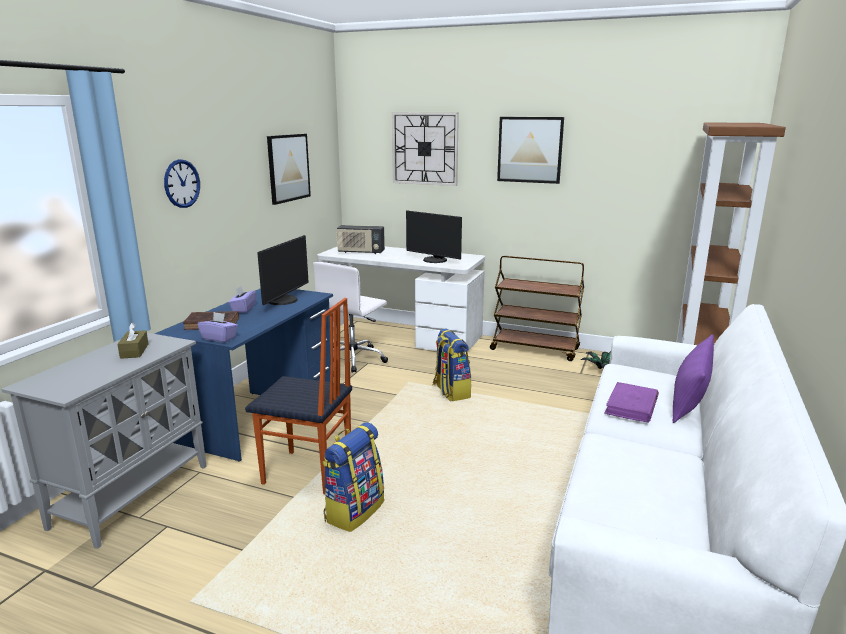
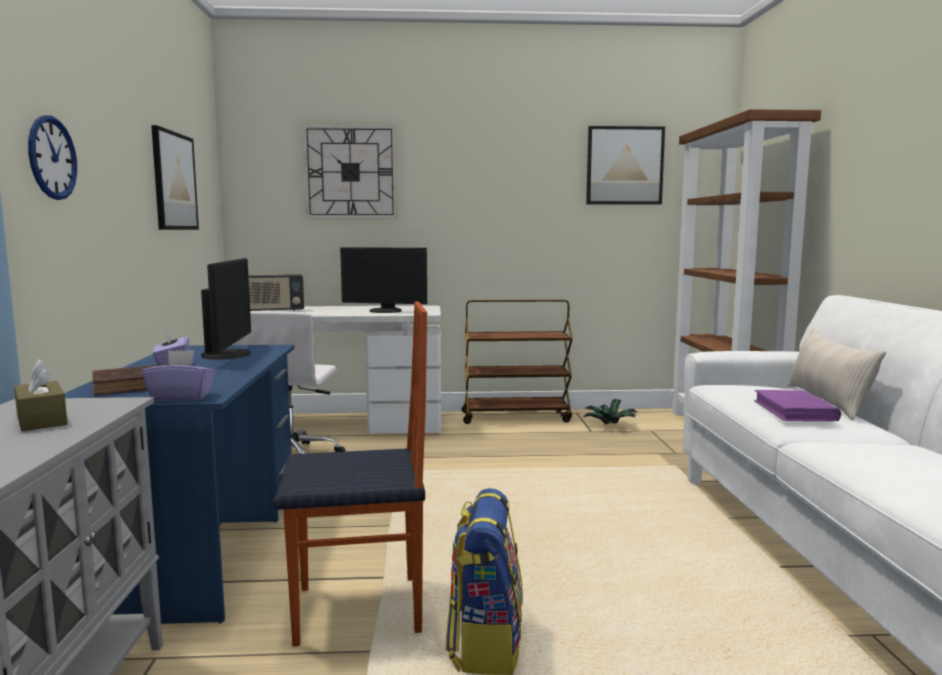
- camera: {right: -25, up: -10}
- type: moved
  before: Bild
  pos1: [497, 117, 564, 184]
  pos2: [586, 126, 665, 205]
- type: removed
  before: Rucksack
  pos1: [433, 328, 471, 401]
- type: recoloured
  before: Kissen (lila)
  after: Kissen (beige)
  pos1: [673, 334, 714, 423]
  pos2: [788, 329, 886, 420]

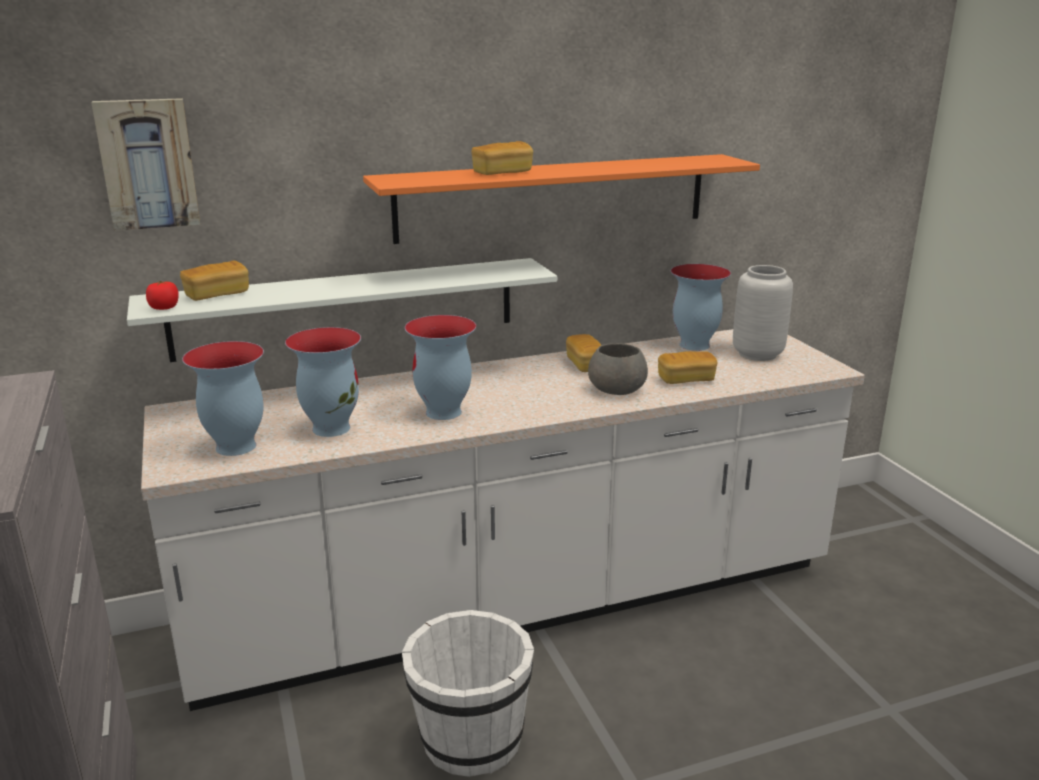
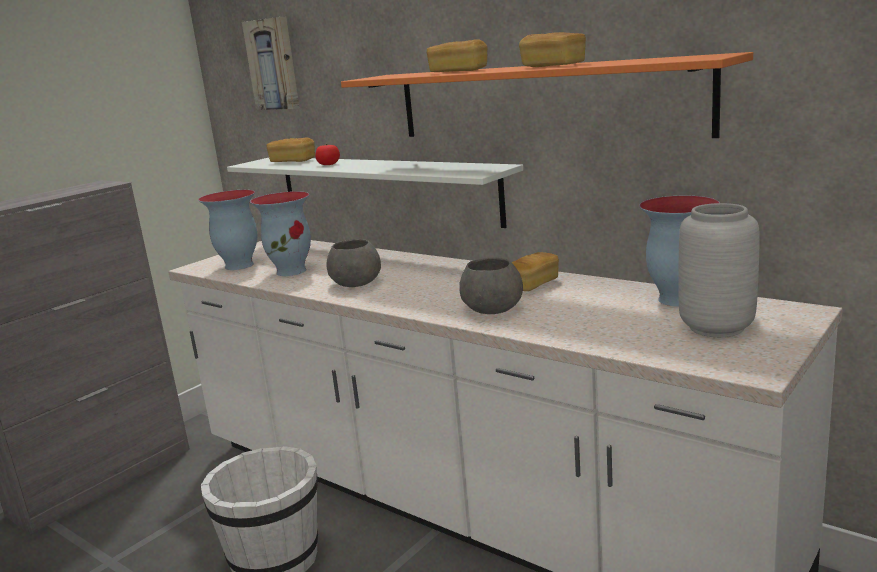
- camera: {right: 60, up: -5}
- type: moved
  before: Tomate
  pos1: [146, 281, 179, 310]
  pos2: [315, 144, 340, 165]
- type: replaced
  before: Vase
  after: Schüssel (grau)
  pos1: [405, 315, 476, 420]
  pos2: [326, 239, 381, 287]
- type: moved
  before: Brot
  pos1: [658, 351, 717, 384]
  pos2: [519, 32, 586, 67]

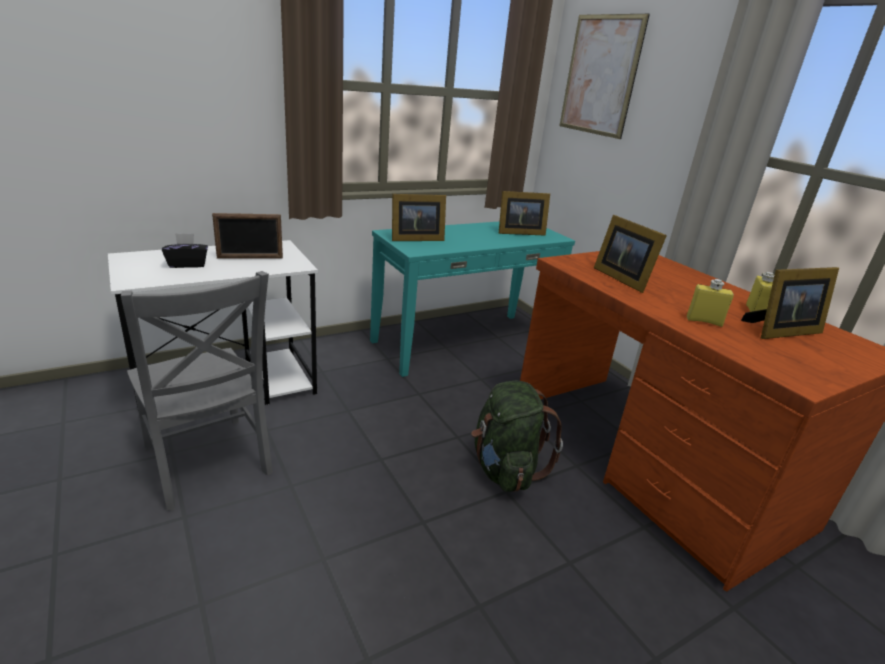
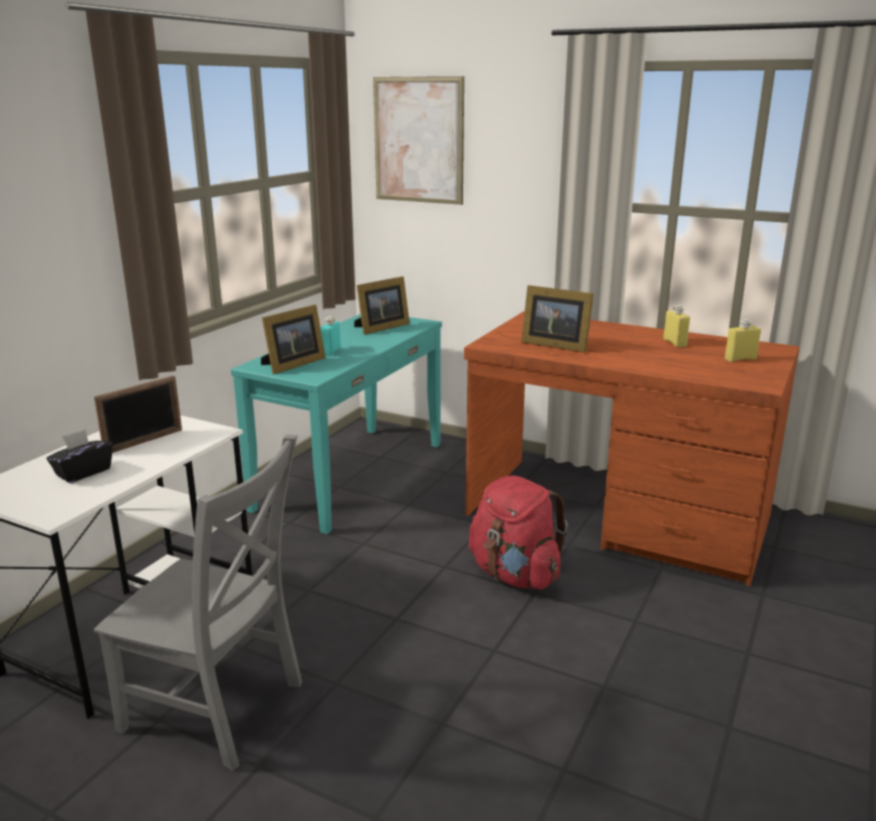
- camera: {right: -30, up: -5}
- type: removed
  before: Bilderrahmen
  pos1: [741, 267, 839, 339]
- type: moved
  before: Flasche (gelb)
  pos1: [687, 279, 734, 327]
  pos2: [725, 319, 761, 362]
- type: recoloured
  before: Rucksack (grün)
  after: Rucksack (rot)
  pos1: [471, 380, 563, 492]
  pos2: [469, 475, 568, 590]
- type: added
  after: Flasche (türkis)
  pos2: [320, 317, 341, 356]

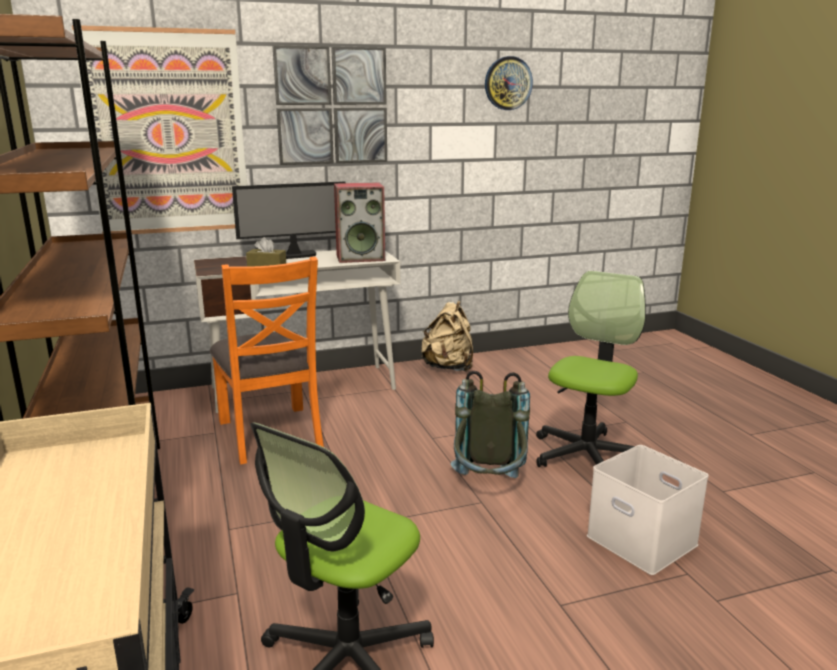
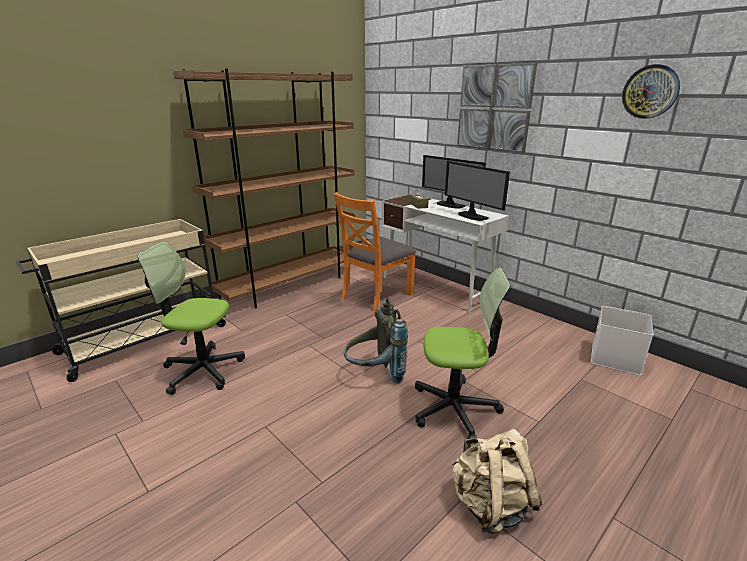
- camera: {right: 65, up: 5}
- type: removed
  before: Bild
  pos1: [72, 25, 247, 234]
- type: replaced
  before: Lautsprecher
  after: Monitor
  pos1: [334, 182, 385, 263]
  pos2: [445, 161, 510, 221]
- type: moved
  before: Rucksack (beige)
  pos1: [421, 300, 473, 372]
  pos2: [452, 429, 542, 534]
- type: moved
  before: Aufbewahrungsbox (weiß)
  pos1: [587, 445, 709, 575]
  pos2: [591, 306, 654, 375]

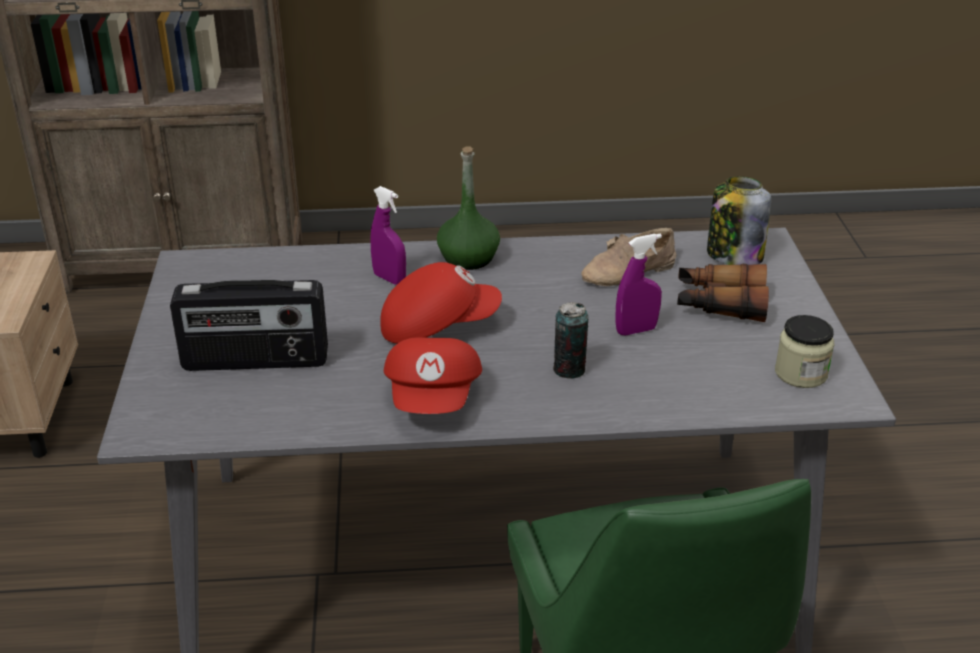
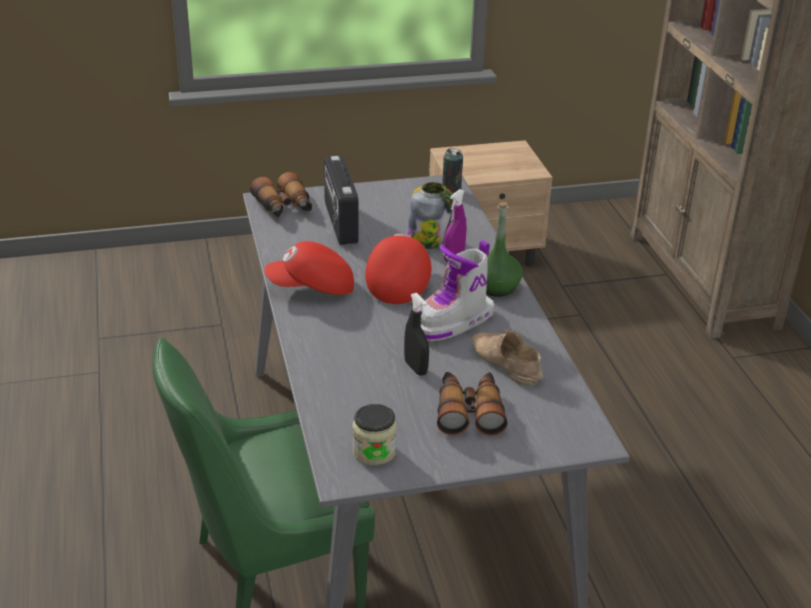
- camera: {right: 80, up: 0}
- type: moved
  before: Vorratsglas
  pos1: [707, 176, 771, 265]
  pos2: [406, 182, 453, 249]
- type: recoloured
  before: Sprühflasche (lila)
  after: Sprühflasche (schwarz)
  pos1: [615, 233, 662, 335]
  pos2: [404, 293, 429, 376]
- type: turned
  before: Kappe (rot)
  pos1: [380, 262, 502, 344]
  pos2: [365, 234, 431, 304]
  turn: -150
- type: moved
  before: Dose
  pos1: [553, 302, 589, 379]
  pos2: [442, 148, 463, 193]
- type: added
  after: Fernglas
  pos2: [250, 172, 312, 217]
- type: added
  after: Stiefel
  pos2: [420, 240, 494, 341]

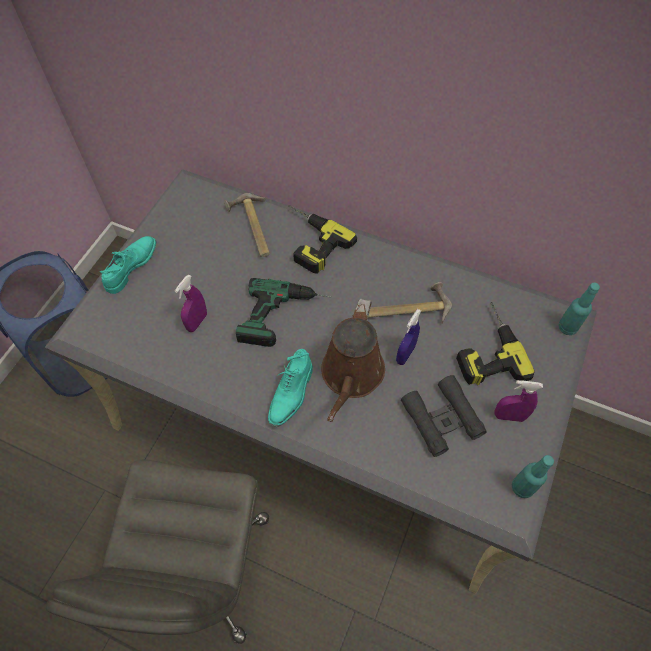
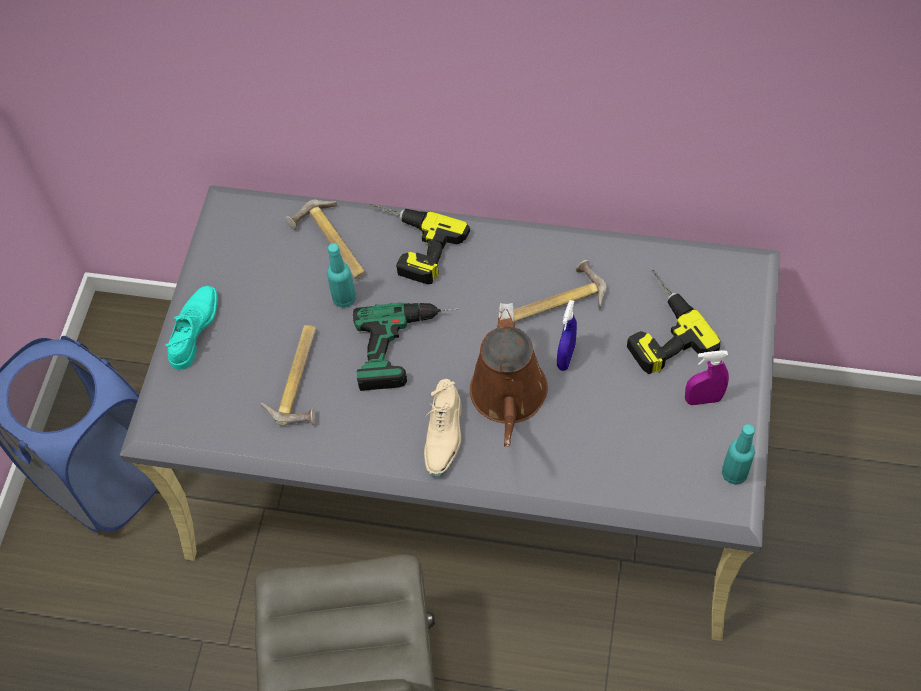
- camera: {right: -10, up: 0}
- type: replaced
  before: Sprühflasche (lila)
  after: Hammer
  pos1: [175, 275, 207, 332]
  pos2: [261, 325, 316, 425]
- type: moved
  before: Flasche (türkis)
  pos1: [558, 282, 600, 335]
  pos2: [327, 243, 356, 308]
- type: recoloured
  before: Schuh (türkis)
  after: Schuh (beige)
  pos1: [268, 349, 313, 427]
  pos2: [424, 379, 462, 476]
- type: removed
  before: Fernglas (schwarz)
  pos1: [401, 375, 487, 457]

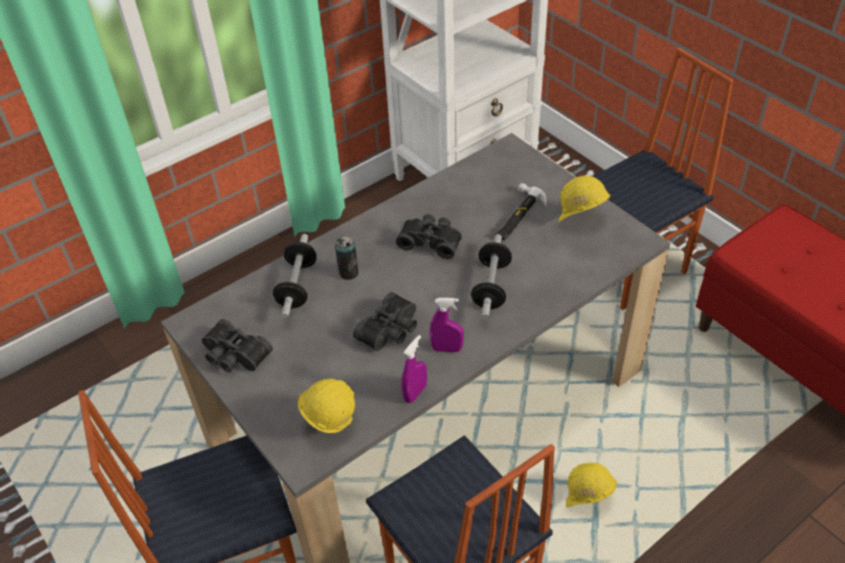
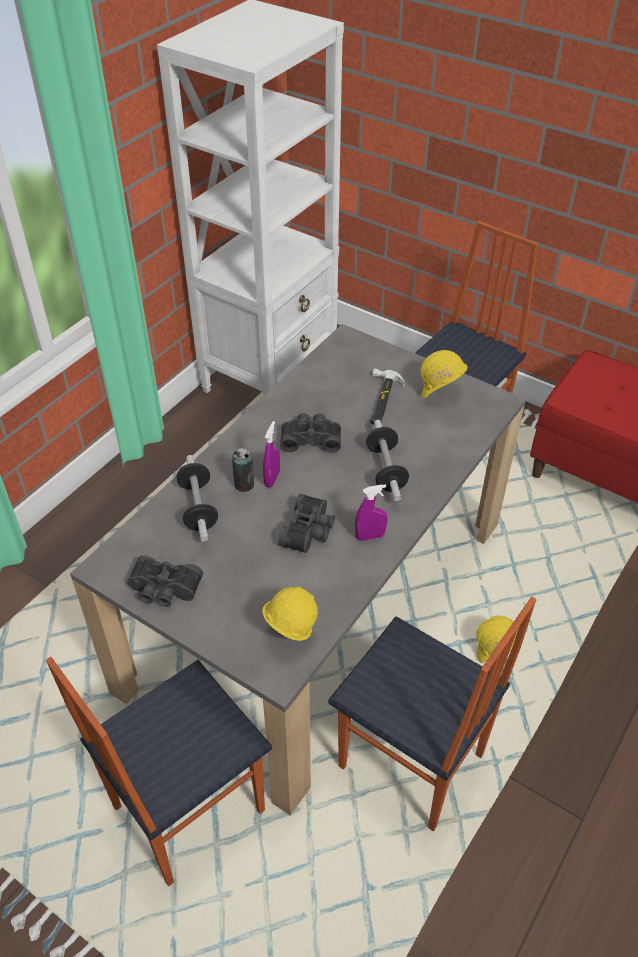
- camera: {right: -20, up: 0}
- type: moved
  before: Sprühflasche (lila)
  pos1: [401, 335, 427, 403]
  pos2: [263, 421, 280, 487]

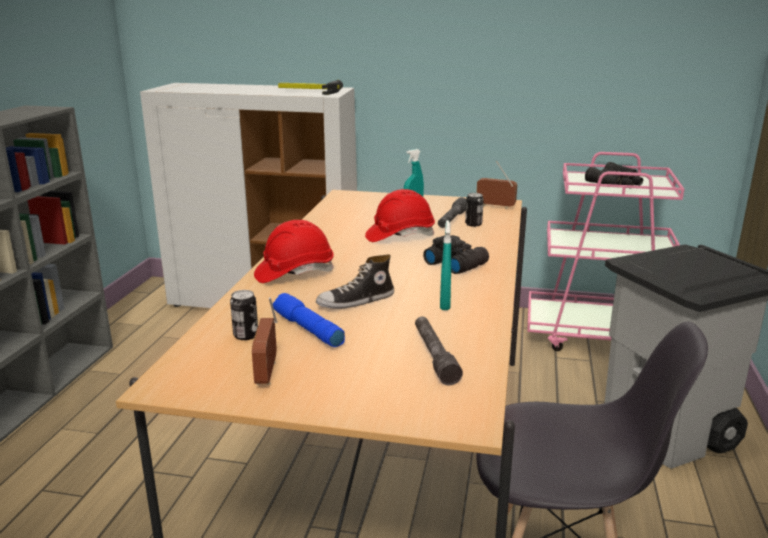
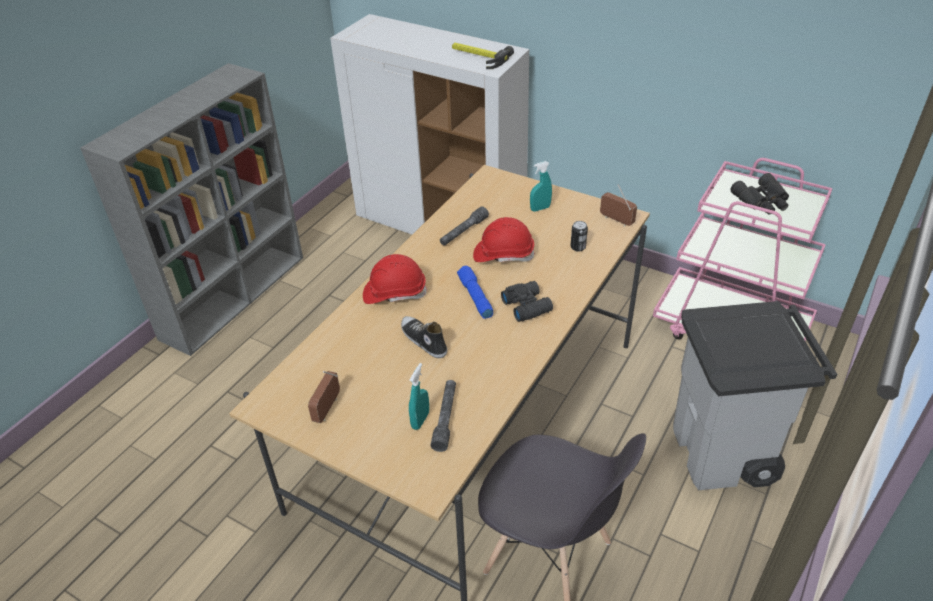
- camera: {right: 20, up: 20}
- type: moved
  before: Taschenlampe (grau)
  pos1: [438, 197, 466, 228]
  pos2: [440, 206, 489, 246]
- type: moved
  before: Sprühflasche (türkis)
  pos1: [440, 220, 451, 310]
  pos2: [409, 363, 429, 430]
- type: turned
  before: Schuh
  pos1: [316, 254, 394, 309]
  pos2: [401, 316, 447, 358]
  turn: 60
- type: removed
  before: Dose
  pos1: [230, 290, 258, 340]
- type: moved
  before: Taschenlampe (blau)
  pos1: [273, 293, 345, 347]
  pos2: [457, 266, 493, 319]

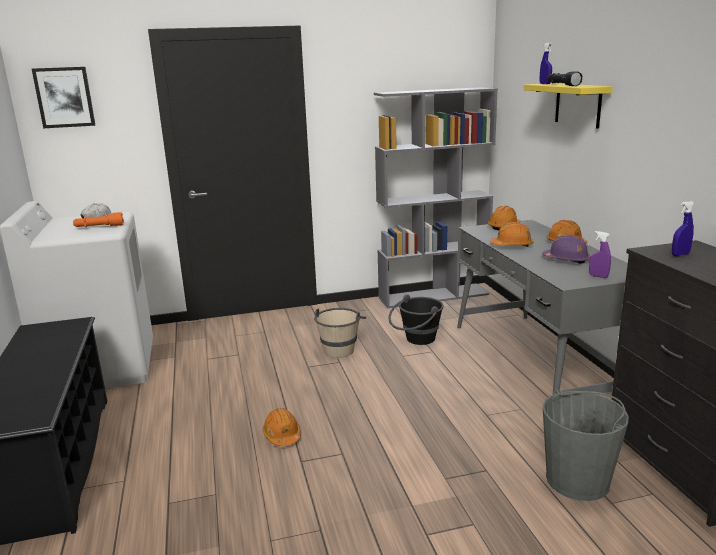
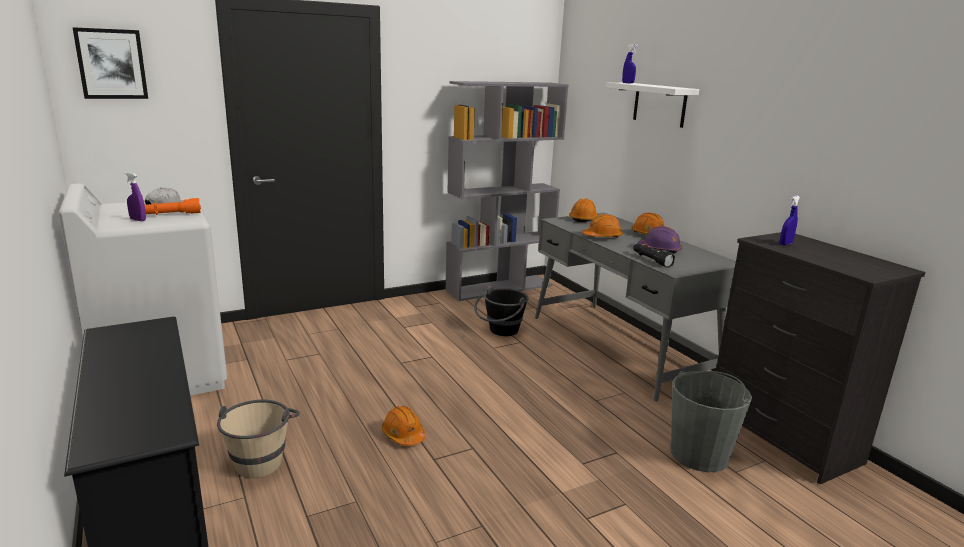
- camera: {right: -15, up: 0}
- type: moved
  before: Taschenlampe (schwarz)
  pos1: [547, 71, 582, 86]
  pos2: [633, 244, 675, 268]
- type: recoloured
  before: Wandregal (gelb)
  after: Wandregal (weiß)
  pos1: [524, 83, 613, 129]
  pos2: [606, 82, 699, 128]
- type: moved
  before: Sprühflasche (lila)
  pos1: [589, 231, 611, 278]
  pos2: [125, 172, 146, 221]
- type: moved
  before: Eimer (beige)
  pos1: [314, 308, 366, 358]
  pos2: [217, 400, 300, 478]

